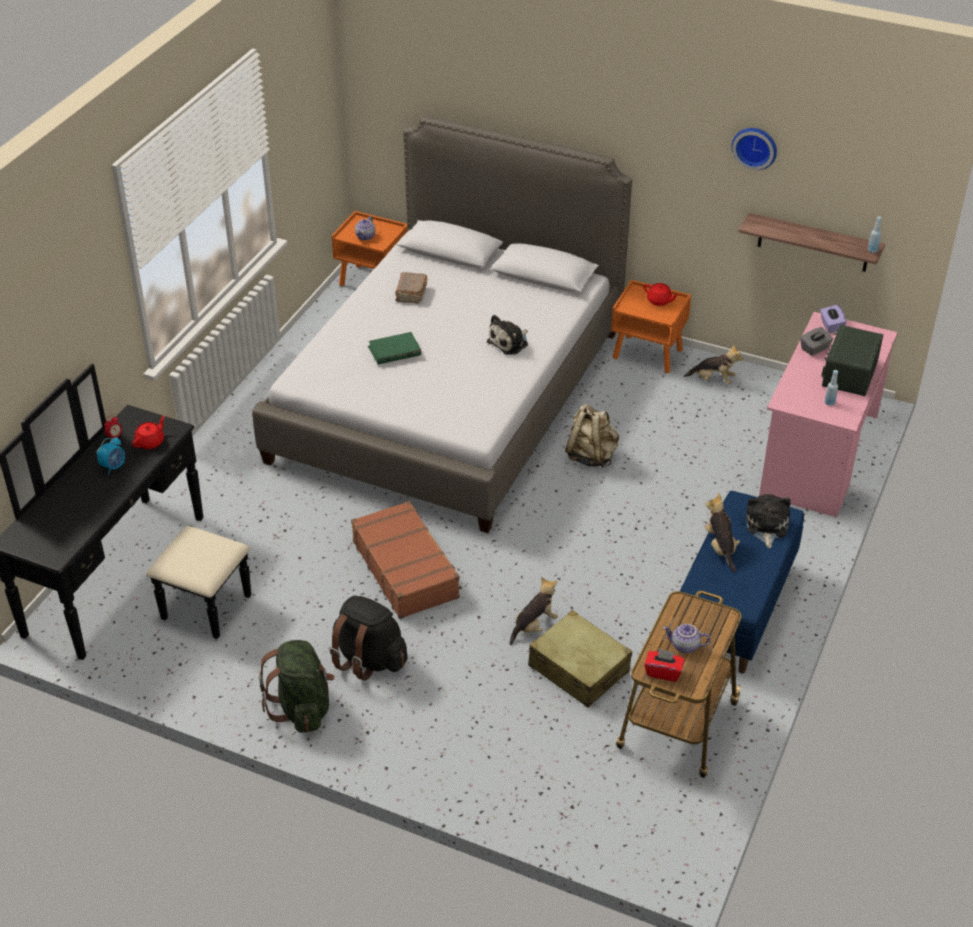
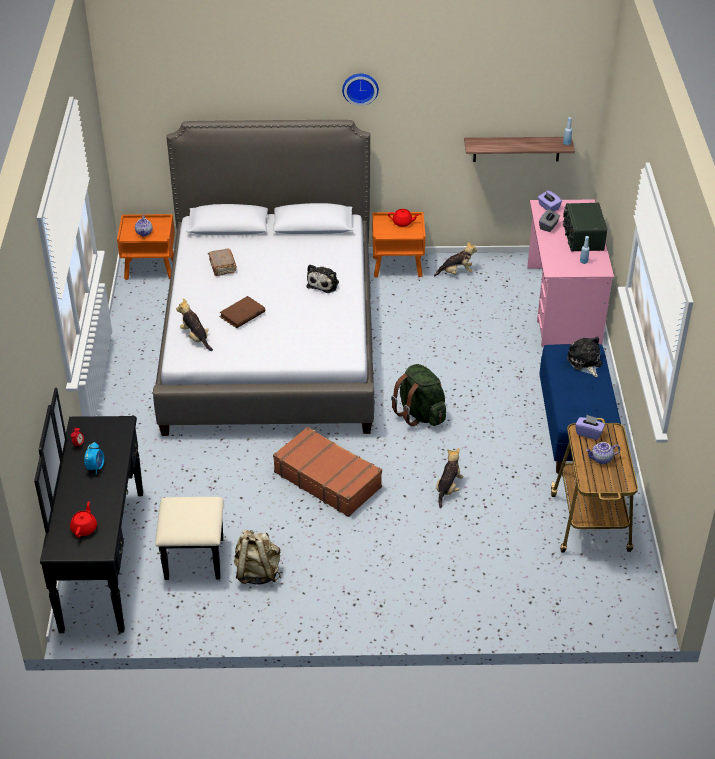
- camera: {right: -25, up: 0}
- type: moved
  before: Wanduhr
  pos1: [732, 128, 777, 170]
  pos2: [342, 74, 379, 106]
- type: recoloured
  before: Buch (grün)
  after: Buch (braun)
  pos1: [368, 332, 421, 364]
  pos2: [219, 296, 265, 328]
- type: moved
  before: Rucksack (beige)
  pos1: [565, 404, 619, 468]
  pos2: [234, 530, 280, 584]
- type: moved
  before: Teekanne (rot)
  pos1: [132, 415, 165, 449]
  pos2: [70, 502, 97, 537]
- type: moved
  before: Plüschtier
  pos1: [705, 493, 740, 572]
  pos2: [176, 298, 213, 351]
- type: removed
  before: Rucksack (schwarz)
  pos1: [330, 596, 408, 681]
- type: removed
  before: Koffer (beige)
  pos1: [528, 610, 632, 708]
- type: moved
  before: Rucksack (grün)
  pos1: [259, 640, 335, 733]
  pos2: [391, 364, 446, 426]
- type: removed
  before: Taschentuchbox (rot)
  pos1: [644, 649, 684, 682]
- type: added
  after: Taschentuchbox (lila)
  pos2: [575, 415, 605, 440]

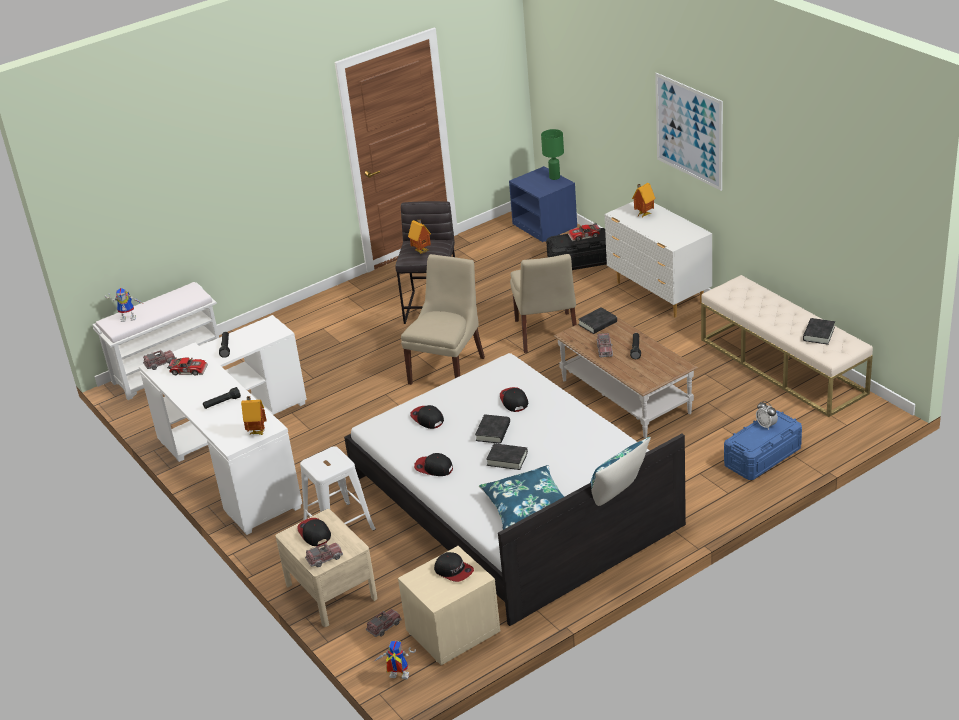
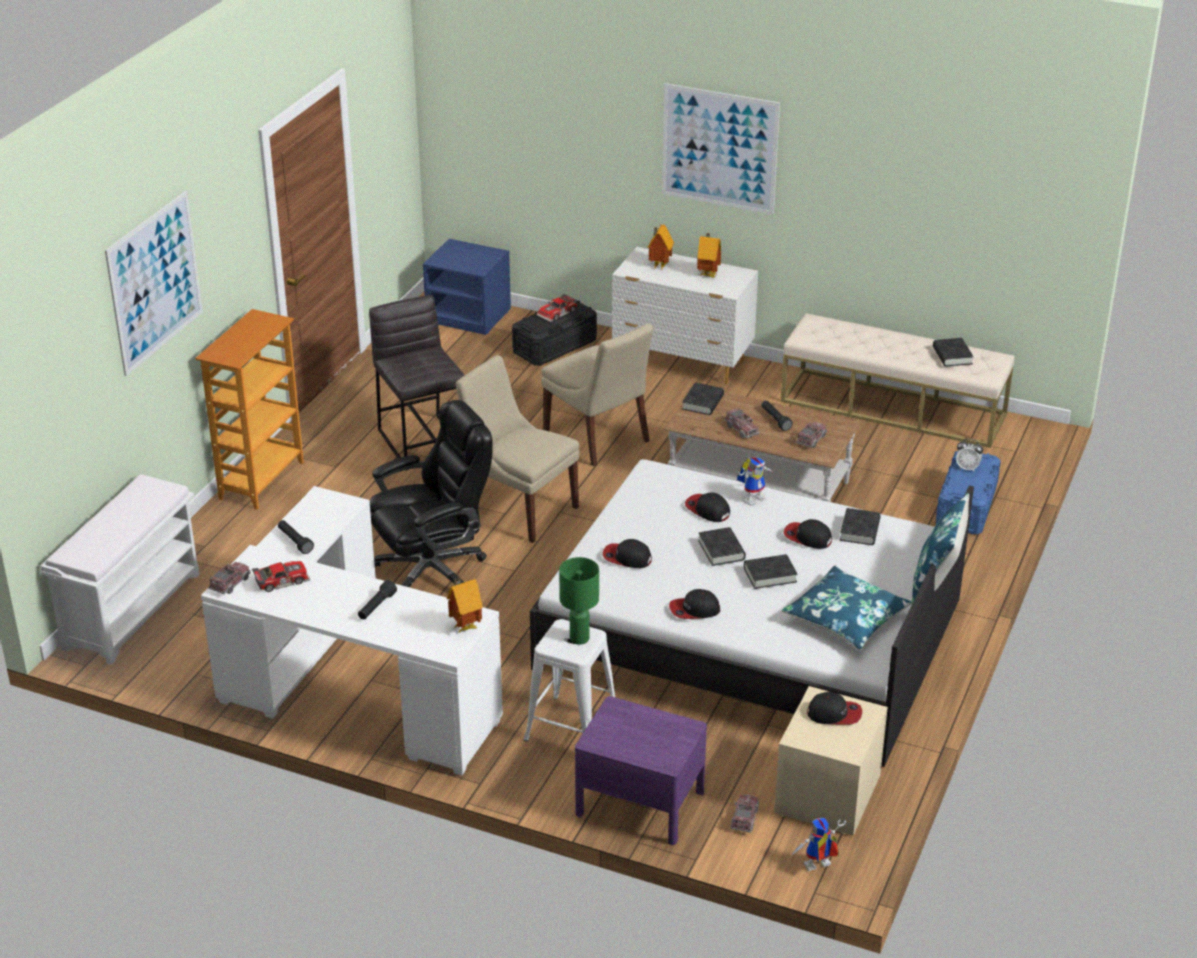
- camera: {right: -35, up: 0}
- type: moved
  before: Tischlampe (grün)
  pos1: [541, 129, 564, 180]
  pos2: [559, 557, 599, 645]
- type: moved
  before: Spielzeughaus
  pos1: [408, 219, 431, 254]
  pos2: [697, 233, 721, 278]
- type: turned
  before: Stuhl (beige)
  pos1: [401, 254, 485, 385]
  pos2: [456, 355, 579, 543]
  turn: -45
- type: moved
  before: Spielzeugroboter
  pos1: [105, 288, 143, 322]
  pos2: [737, 457, 775, 506]
- type: recoloured
  before: Nachttisch (beige)
  after: Nachttisch (lila)
  pos1: [275, 509, 378, 627]
  pos2: [575, 696, 707, 845]
- type: moved
  before: Kappe
  pos1: [297, 518, 331, 546]
  pos2: [784, 519, 832, 549]
- type: moved
  before: Spielzeuglaster
  pos1: [305, 543, 343, 567]
  pos2: [796, 422, 827, 448]
- type: added
  after: Bild
  pos2: [105, 191, 203, 376]
- type: added
  after: Bücherregal
  pos2: [195, 309, 304, 509]
- type: added
  after: Bürostuhl (schwarz)
  pos2: [370, 400, 493, 588]
- type: added
  after: Buch (schwarz)
  pos2: [840, 508, 881, 545]

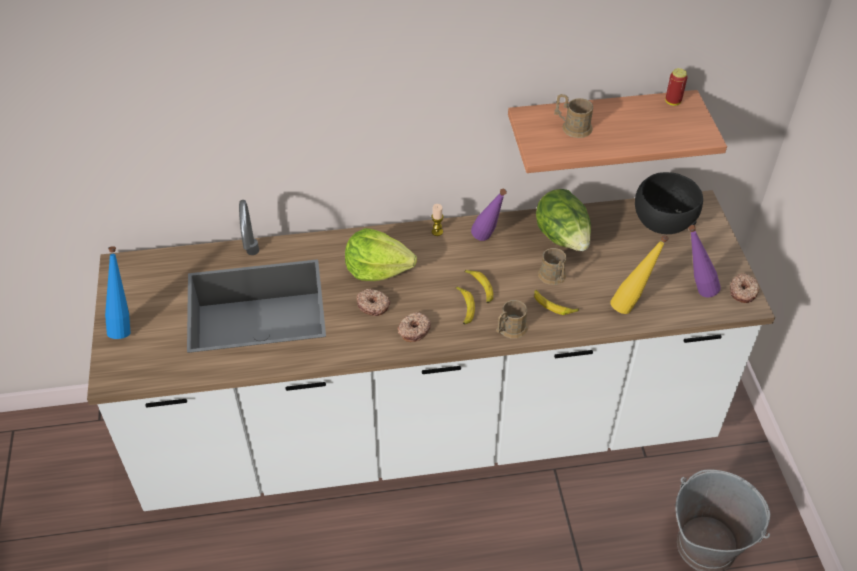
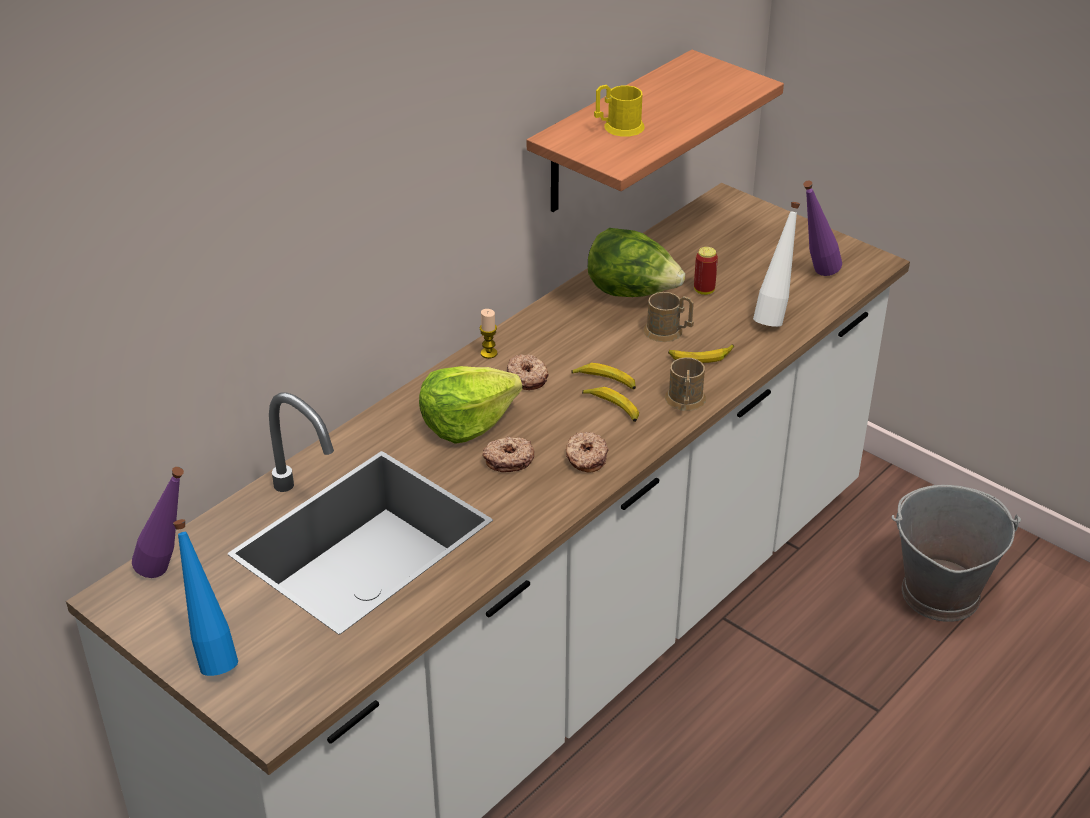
- camera: {right: -40, up: -10}
- type: moved
  before: Dose
  pos1: [665, 68, 688, 106]
  pos2: [694, 247, 718, 295]
- type: recoloured
  before: Henkelbecher (braun)
  after: Henkelbecher (gelb)
  pos1: [554, 94, 593, 138]
  pos2: [594, 85, 645, 137]
- type: removed
  before: Schüssel (schwarz)
  pos1: [635, 172, 703, 234]
- type: moved
  before: Flasche (lila)
  pos1: [471, 189, 507, 241]
  pos2: [132, 467, 184, 578]
- type: recoloured
  before: Flasche (gelb)
  after: Flasche (weiß)
  pos1: [610, 235, 669, 314]
  pos2: [753, 202, 800, 327]
- type: moved
  before: Donut
  pos1: [730, 274, 759, 303]
  pos2: [507, 354, 549, 390]

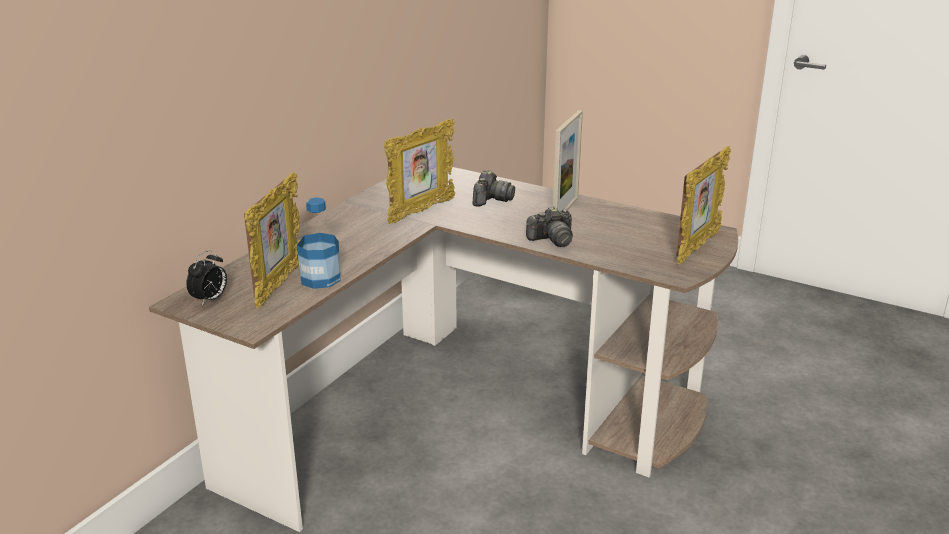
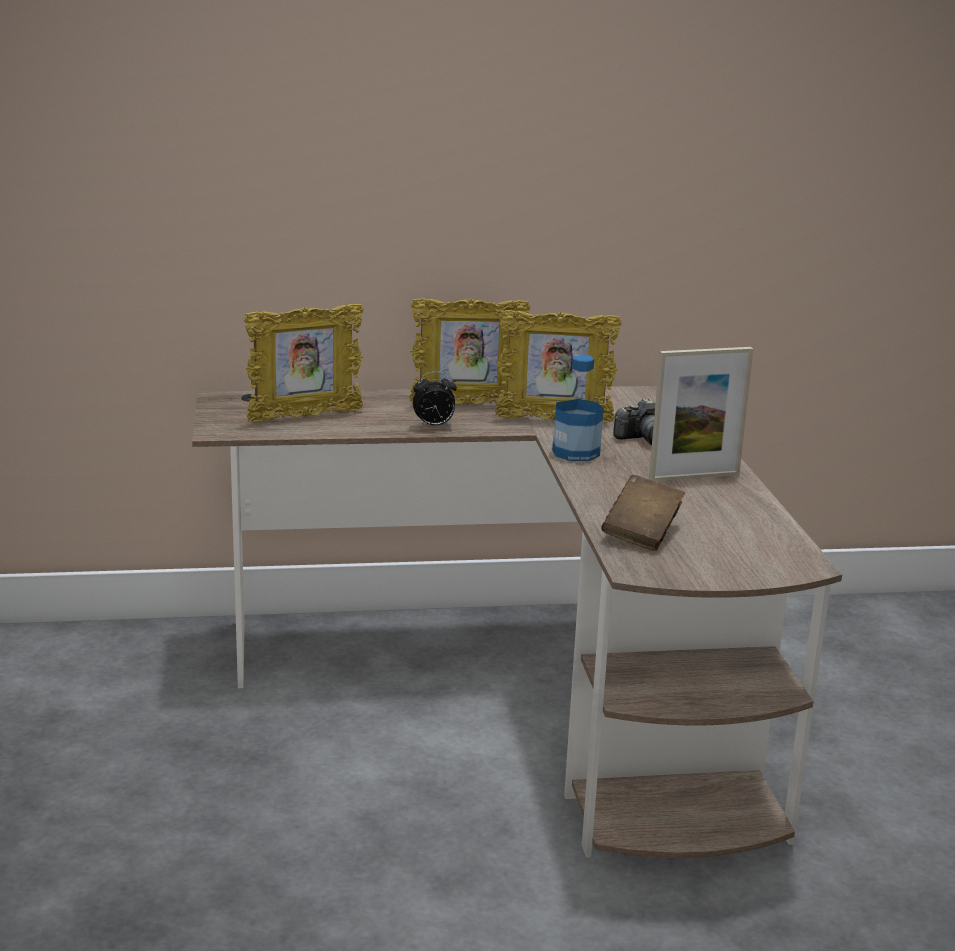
- camera: {right: 50, up: -5}
- type: moved
  before: Bilderrahmen
  pos1: [676, 146, 731, 264]
  pos2: [409, 298, 530, 405]
- type: moved
  before: Flasche
  pos1: [297, 197, 341, 289]
  pos2: [552, 355, 604, 461]
- type: removed
  before: Kamera
  pos1: [526, 207, 573, 247]
- type: moved
  before: Wecker
  pos1: [186, 250, 227, 306]
  pos2: [413, 372, 457, 427]
- type: added
  after: Buch (braun)
  pos2: [602, 475, 685, 550]

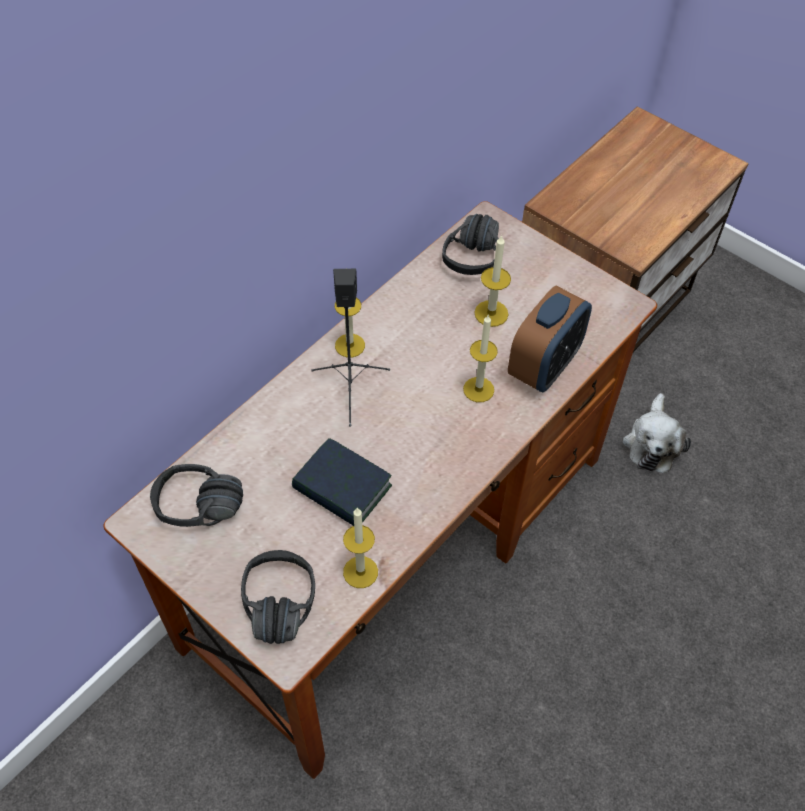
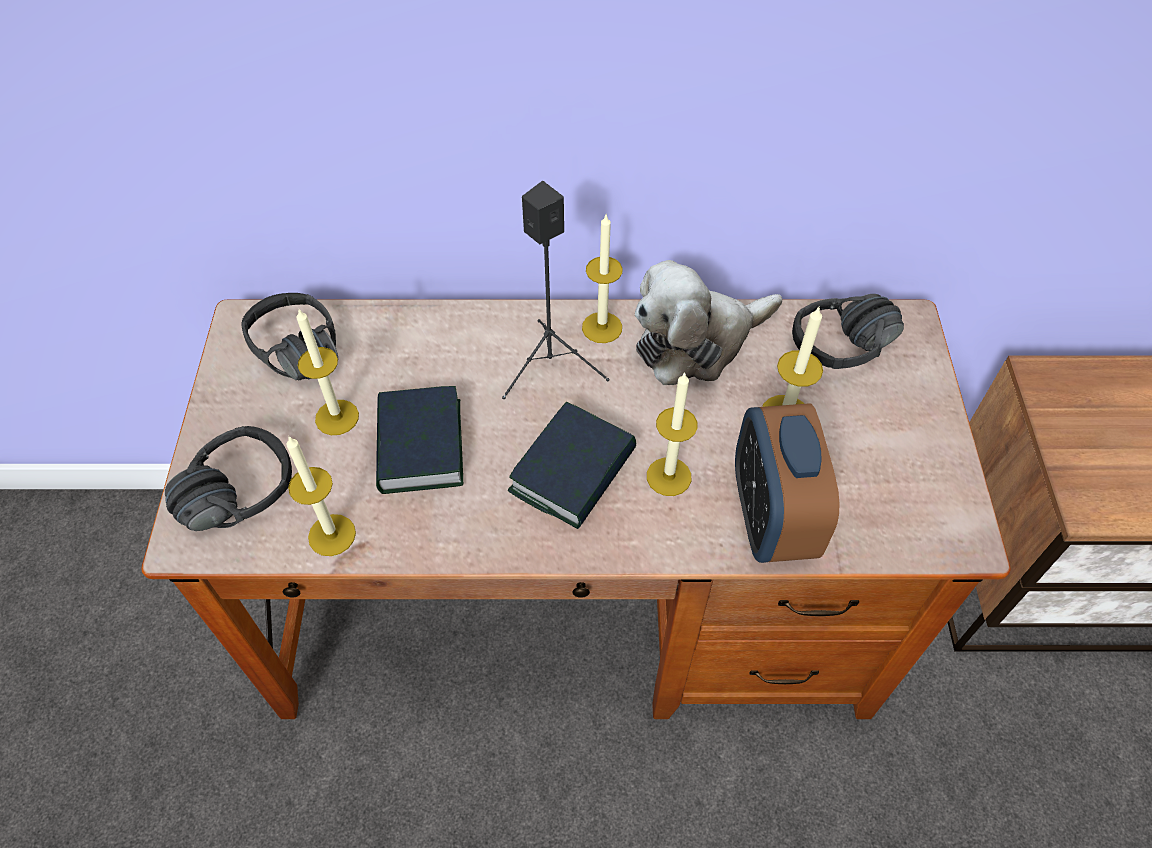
- camera: {right: 50, up: 0}
- type: turned
  before: Wecker
  pos1: [508, 286, 592, 392]
  pos2: [735, 404, 840, 563]
  turn: 90
- type: moved
  before: Plüschtier
  pos1: [622, 393, 691, 473]
  pos2: [635, 260, 782, 385]
- type: added
  after: Kerze
  pos2: [296, 308, 359, 435]
- type: added
  after: Buch
  pos2: [508, 402, 636, 529]

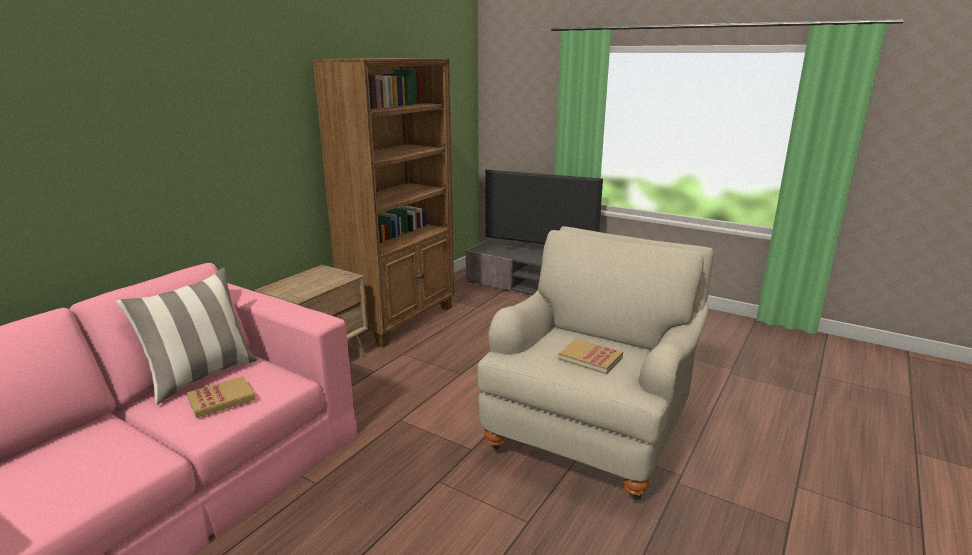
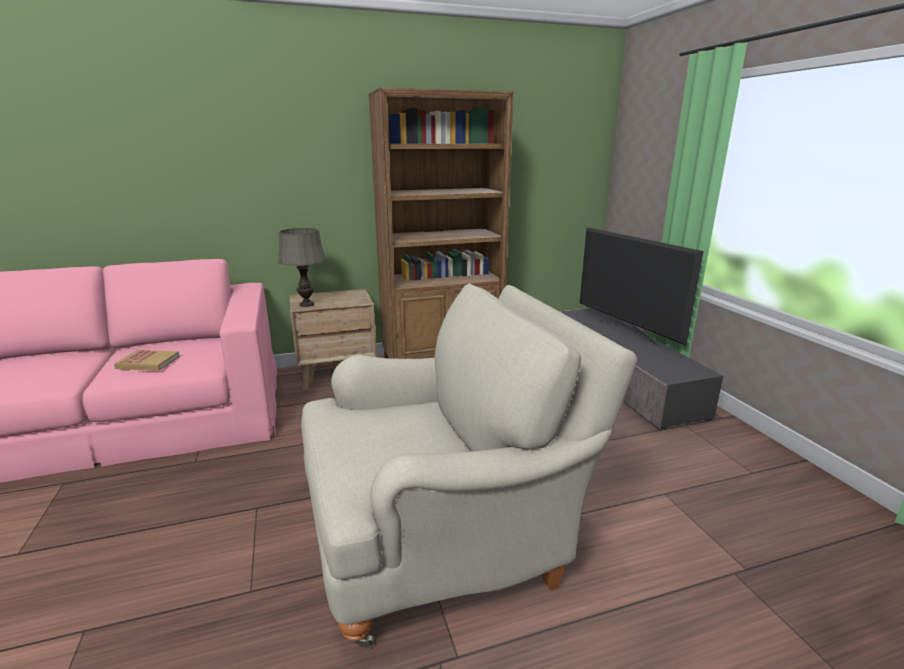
- camera: {right: 40, up: 0}
- type: removed
  before: Kissen
  pos1: [116, 267, 257, 405]
- type: removed
  before: Buch
  pos1: [558, 339, 623, 374]
- type: added
  after: Tischlampe (grau)
  pos2: [278, 228, 326, 307]

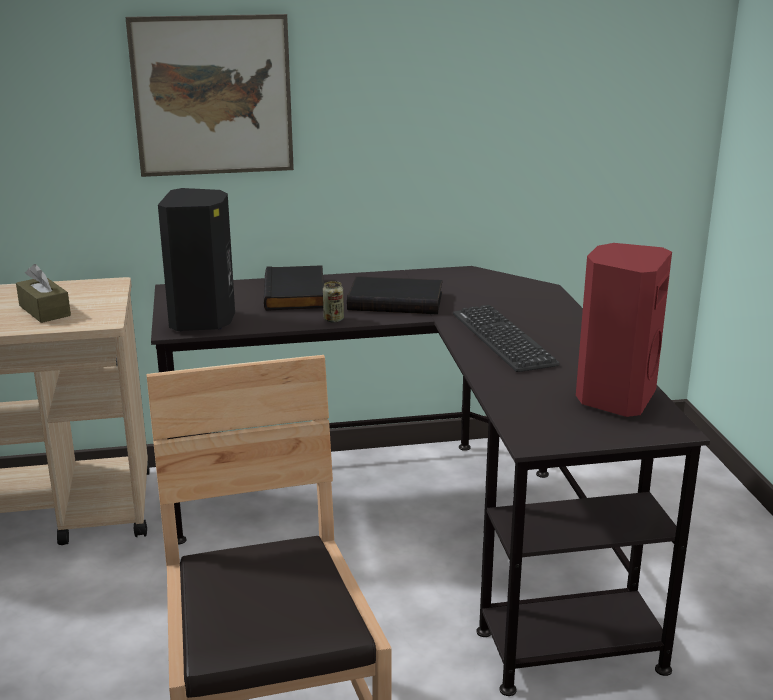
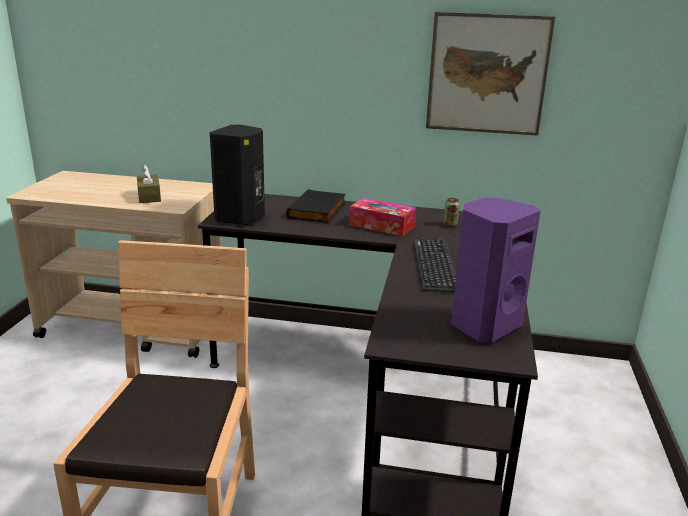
- camera: {right: 20, up: 0}
- type: moved
  before: Bild
  pos1: [125, 14, 294, 177]
  pos2: [426, 12, 555, 136]
- type: recoloured
  before: Lautsprecher (rot)
  after: Lautsprecher (lila)
  pos1: [576, 243, 672, 417]
  pos2: [451, 198, 541, 343]
- type: replaced
  before: Buch (schwarz)
  after: Taschentuchbox
  pos1: [347, 276, 443, 314]
  pos2: [349, 198, 416, 236]
- type: moved
  before: Dose
  pos1: [323, 281, 344, 323]
  pos2: [443, 198, 460, 227]

